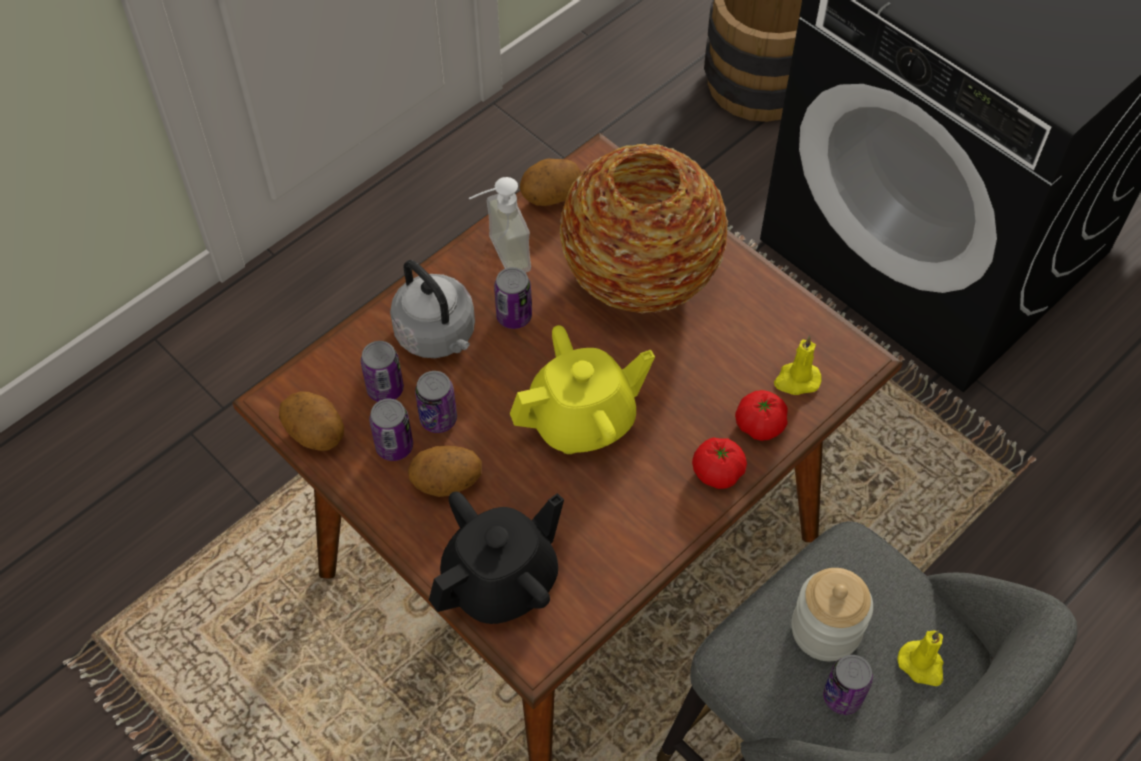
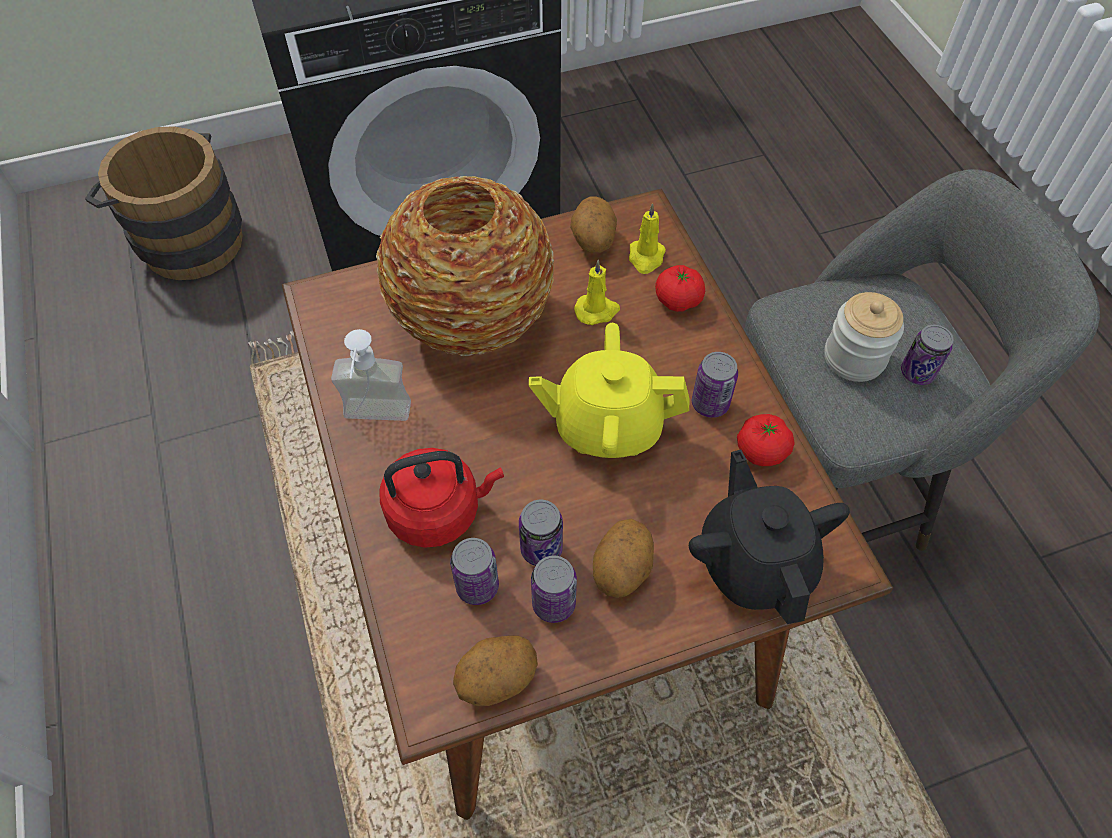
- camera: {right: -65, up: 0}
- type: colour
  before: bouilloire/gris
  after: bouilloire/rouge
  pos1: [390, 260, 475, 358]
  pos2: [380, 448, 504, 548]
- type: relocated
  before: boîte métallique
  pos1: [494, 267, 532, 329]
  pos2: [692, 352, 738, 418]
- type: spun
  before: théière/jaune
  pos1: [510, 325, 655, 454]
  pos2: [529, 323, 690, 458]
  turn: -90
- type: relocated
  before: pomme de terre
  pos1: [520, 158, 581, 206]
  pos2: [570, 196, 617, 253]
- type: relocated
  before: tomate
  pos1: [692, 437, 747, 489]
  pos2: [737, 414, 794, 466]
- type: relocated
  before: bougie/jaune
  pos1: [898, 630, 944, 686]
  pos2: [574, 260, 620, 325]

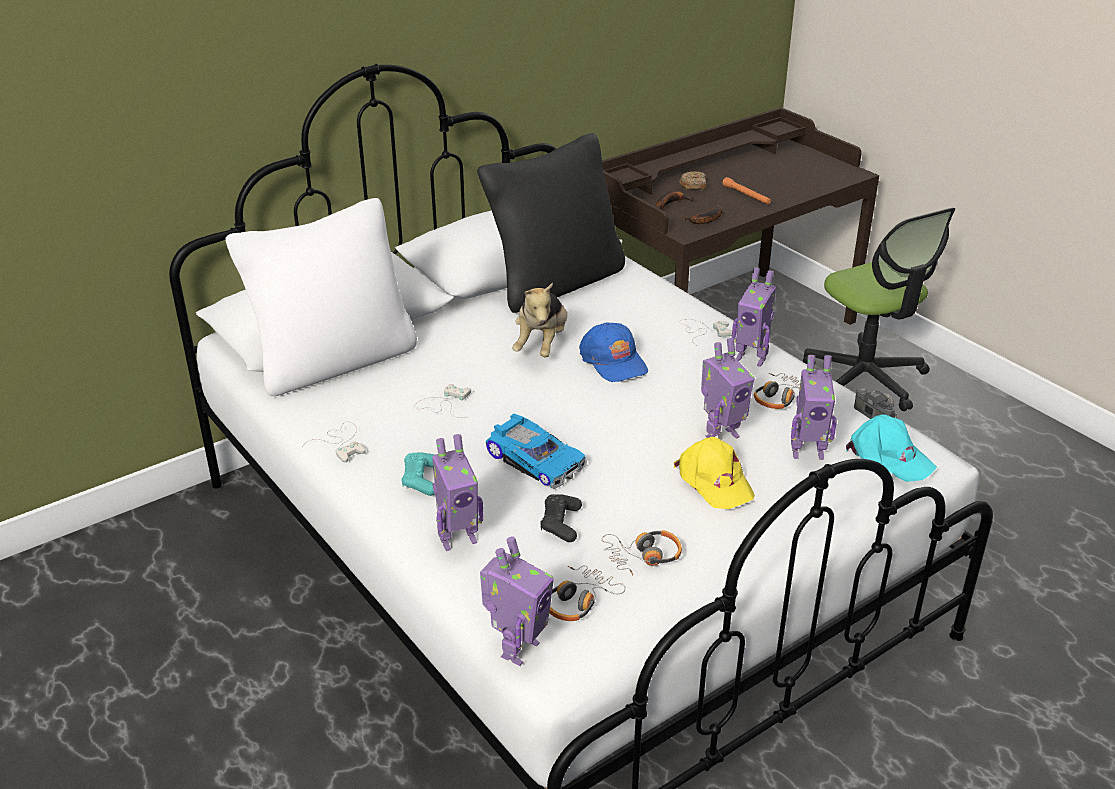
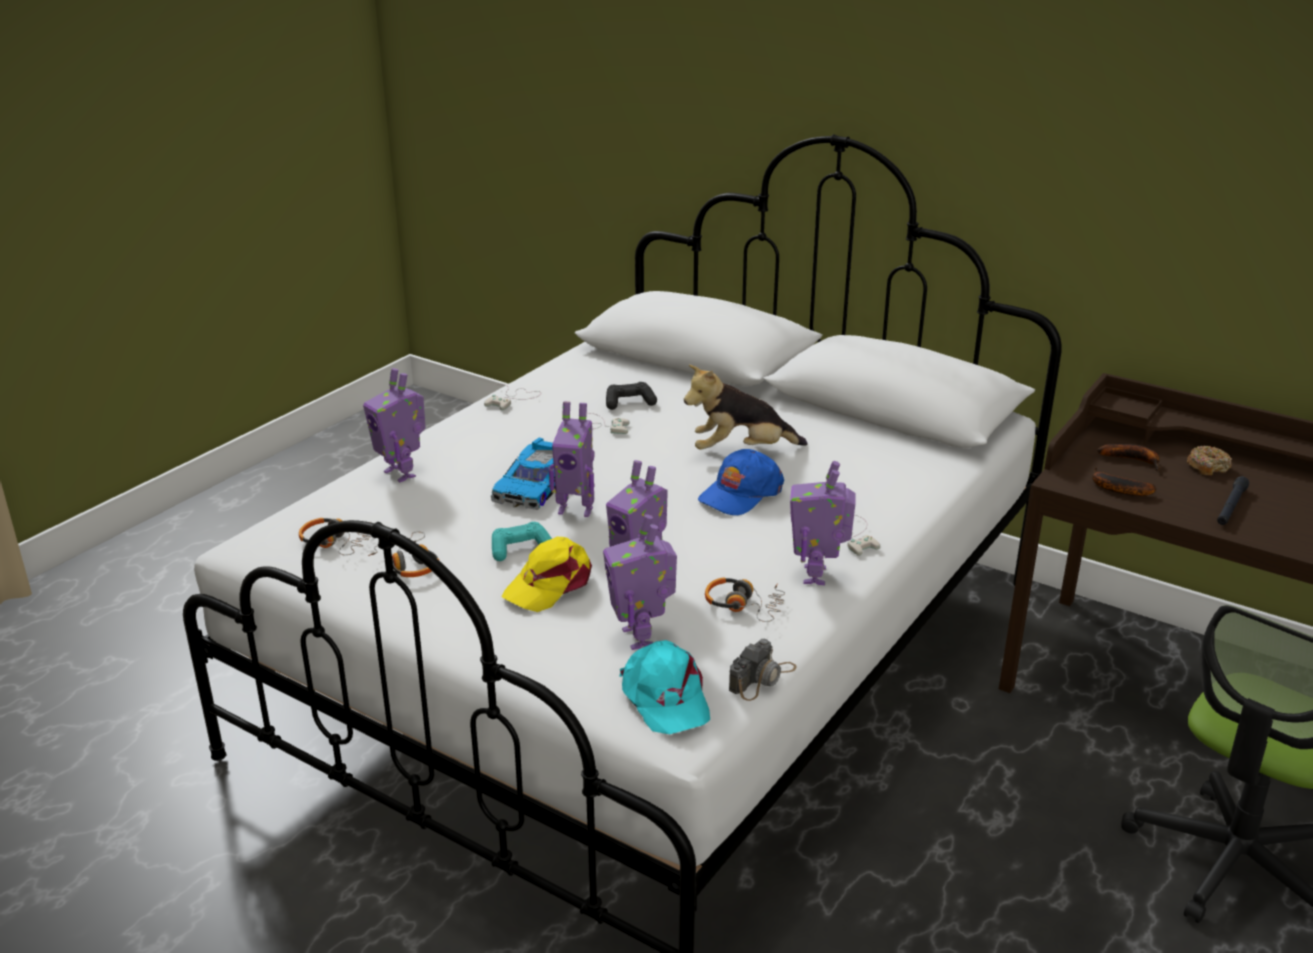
- camera: {right: 70, up: -5}
- type: missing
  before: coussin/blanc
  pos1: [225, 198, 417, 396]
- type: relocated
  before: manette/turquoise
  pos1: [401, 452, 435, 496]
  pos2: [492, 522, 552, 561]
- type: missing
  before: coussin/noir
  pos1: [477, 133, 625, 313]
- type: relocated
  before: robot jouet
  pos1: [480, 536, 554, 666]
  pos2: [549, 401, 595, 517]
- type: relocated
  before: manette/noir
  pos1: [540, 494, 582, 542]
  pos2: [606, 382, 657, 410]
- type: colour
  before: lampe de poche/orange
  after: lampe de poche/noir
  pos1: [723, 177, 771, 205]
  pos2: [1217, 476, 1249, 525]
- type: spun
  before: casquette/turquoise
  pos1: [846, 415, 937, 482]
  pos2: [619, 640, 710, 734]
  turn: -45

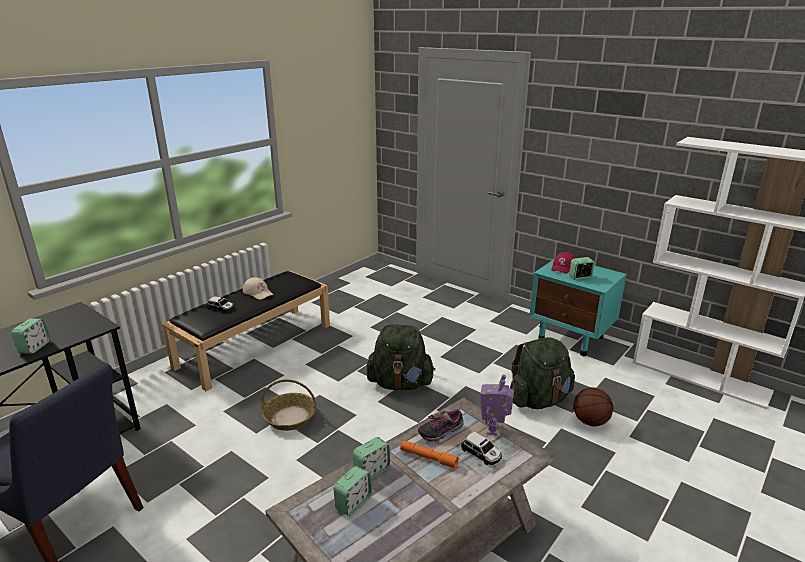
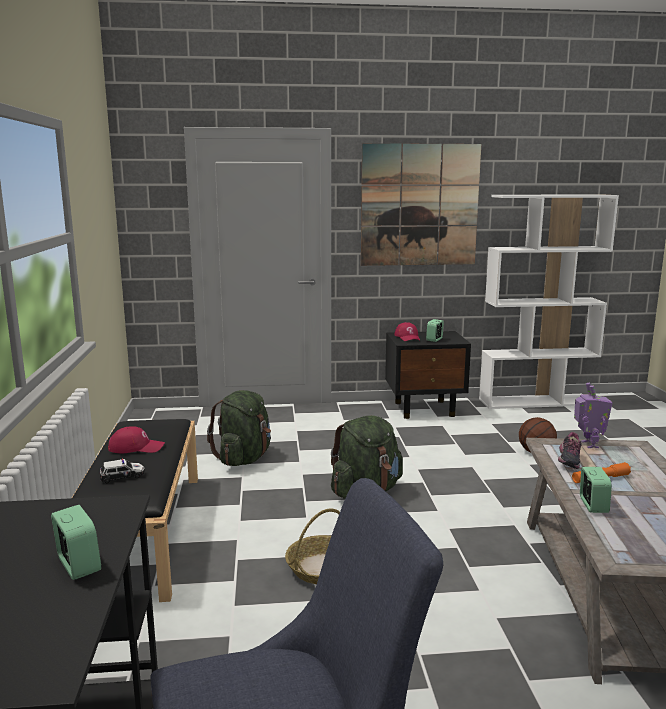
- camera: {right: -45, up: -10}
- type: colour
  before: casquette/beige
  after: casquette/rouge
  pos1: [243, 277, 273, 300]
  pos2: [108, 426, 165, 453]
- type: missing
  before: réveil
  pos1: [333, 466, 372, 516]
- type: missing
  before: petite voiture
  pos1: [461, 432, 502, 465]
- type: spun
  before: robot jouet
  pos1: [480, 374, 514, 436]
  pos2: [574, 383, 612, 448]
  turn: -150
- type: relocated
  before: sac à dos/vert
  pos1: [510, 337, 575, 409]
  pos2: [207, 390, 271, 466]
- type: colour
  before: table de chevet/turquoise
  after: table de chevet/noir
  pos1: [529, 259, 627, 356]
  pos2: [385, 331, 471, 419]
- type: appeared
  after: tableau
  pos2: [361, 143, 481, 266]

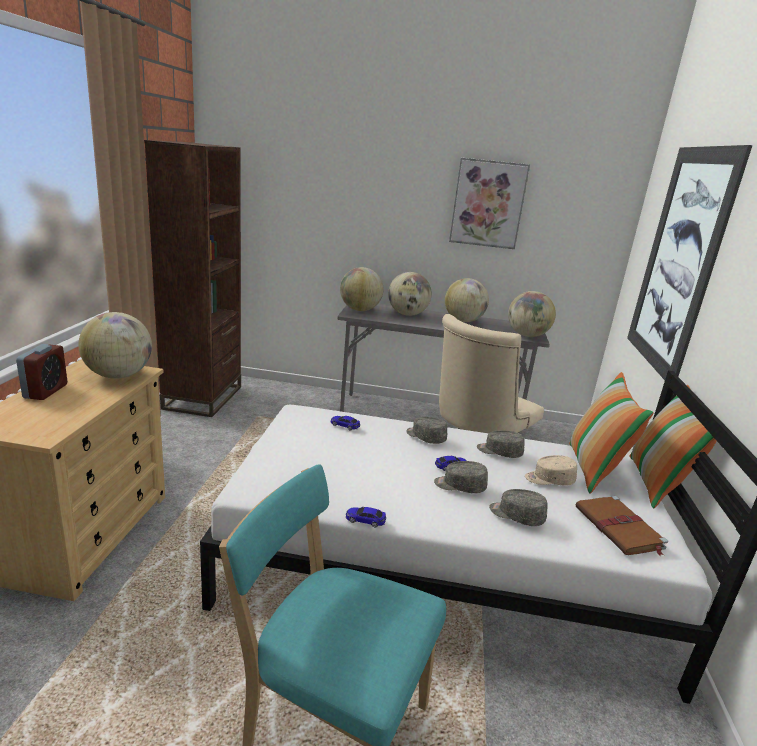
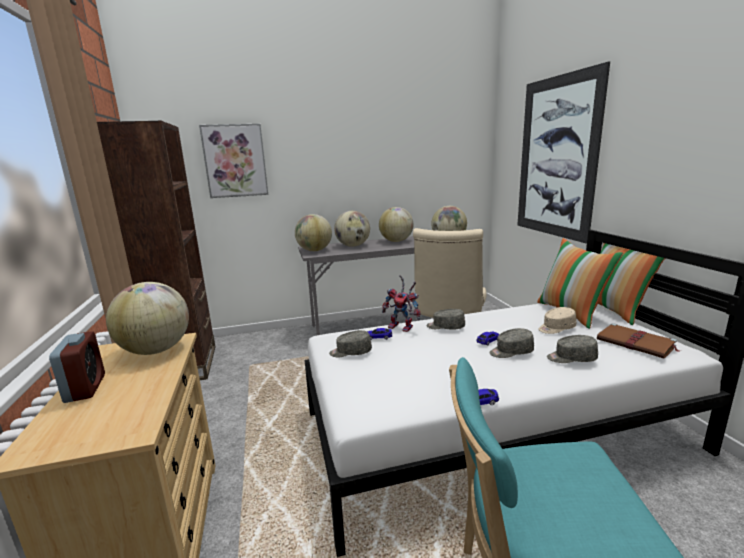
- camera: {right: -20, up: -5}
- type: relocated
  before: tableau
  pos1: [449, 158, 530, 249]
  pos2: [199, 124, 268, 198]
- type: relocated
  before: casquette/gris
  pos1: [477, 430, 524, 458]
  pos2: [329, 330, 372, 357]
- type: appeared
  after: robot jouet
  pos2: [382, 275, 421, 332]

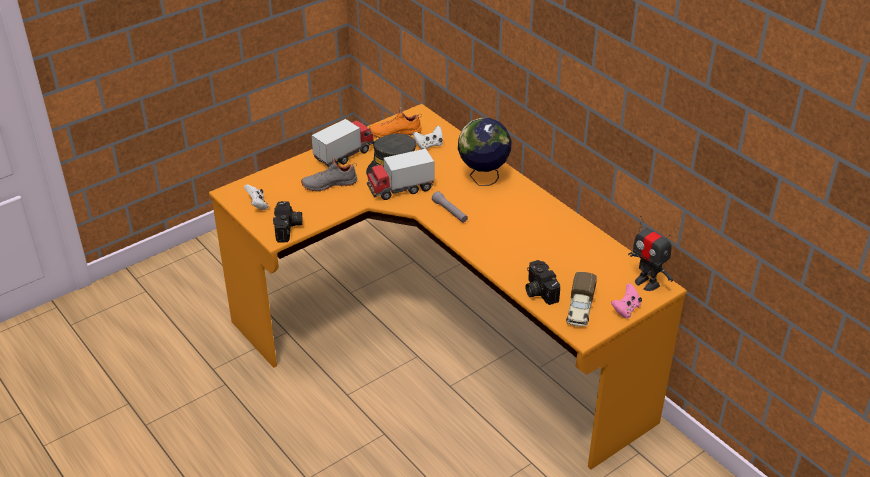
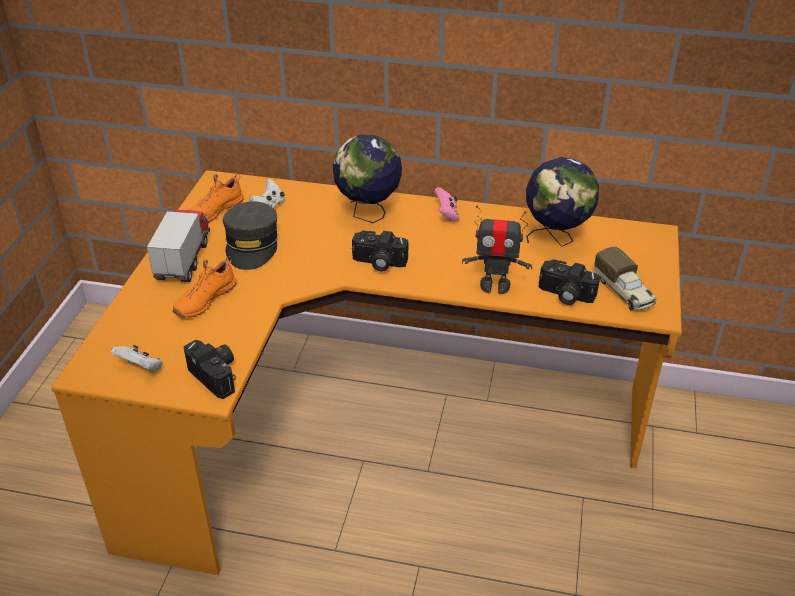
- camera: {right: -40, up: 0}
- type: colour
  before: chaussure/gris
  after: chaussure/orange
  pos1: [301, 158, 357, 192]
  pos2: [173, 256, 237, 318]
- type: missing
  before: camion jouet
  pos1: [367, 149, 434, 200]
- type: exchanged
  before: lampe de poche/gris
  after: appareil photo
  pos1: [432, 191, 468, 223]
  pos2: [352, 231, 409, 272]
- type: relocated
  before: manette/rose
  pos1: [611, 283, 642, 318]
  pos2: [435, 187, 460, 222]
- type: relocated
  before: robot jouet
  pos1: [628, 216, 673, 291]
  pos2: [462, 206, 532, 294]
- type: appeared
  after: globe
  pos2: [526, 157, 599, 247]

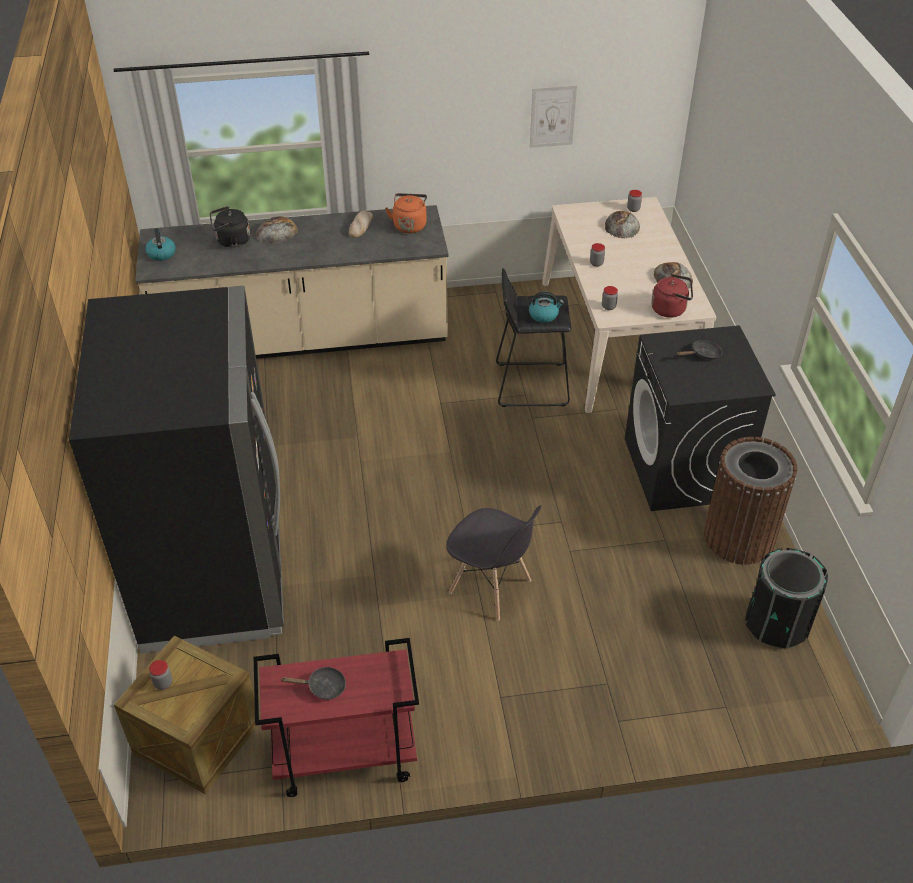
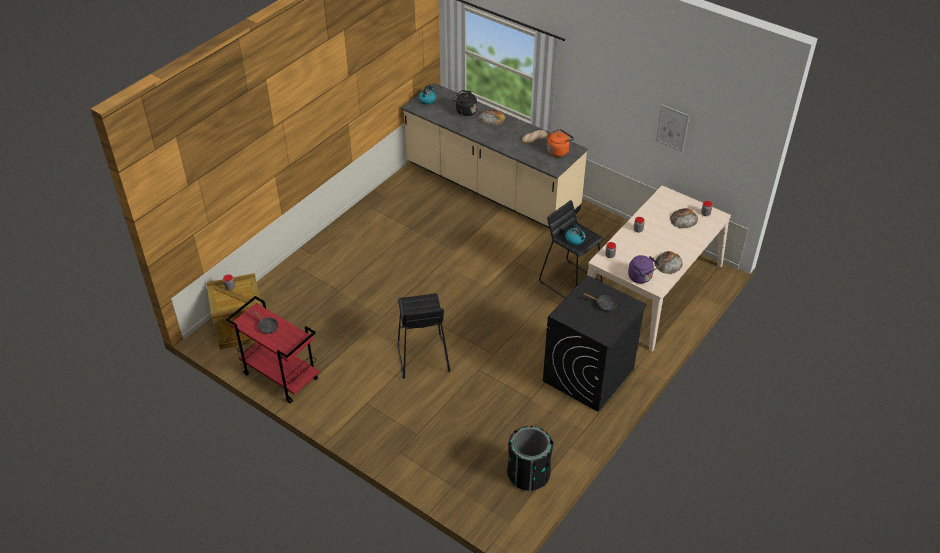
- camera: {right: 45, up: 0}
- type: missing
  before: réfrigérateur/noir
  pos1: [69, 286, 284, 653]
- type: exchanged
  before: chaise/gris
  after: tabouret/noir
  pos1: [447, 505, 542, 621]
  pos2: [397, 293, 450, 378]
- type: colour
  before: bouilloire/rouge
  after: bouilloire/violet
  pos1: [651, 274, 693, 318]
  pos2: [628, 255, 659, 283]
- type: missing
  before: poubelle/marron
  pos1: [704, 437, 797, 565]

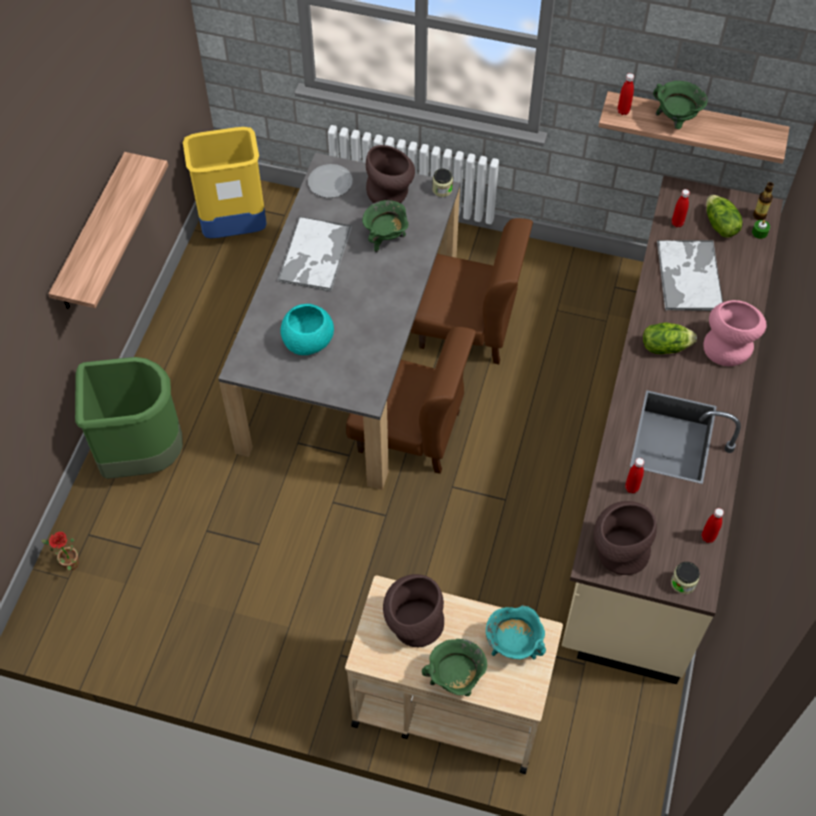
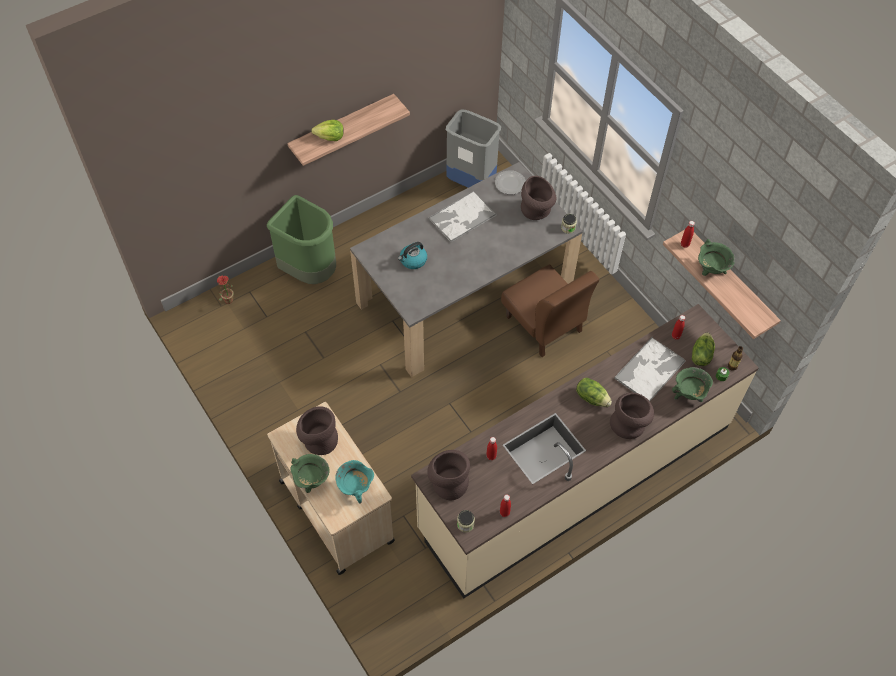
- camera: {right: 40, up: 0}
- type: colour
  before: poubelle/jaune
  after: poubelle/gris
  pos1: [183, 127, 267, 238]
  pos2: [446, 109, 501, 188]
- type: exchanged
  before: bol/turquoise
  after: bouilloire
  pos1: [280, 304, 334, 355]
  pos2: [398, 242, 427, 269]
- type: missing
  before: chaise/marron
  pos1: [346, 327, 476, 474]
- type: relocated
  before: marmite/vert
  pos1: [362, 200, 409, 253]
  pos2: [672, 367, 713, 402]
- type: colour
  before: vase/rose
  after: vase/marron
  pos1: [703, 300, 767, 366]
  pos2: [610, 393, 654, 439]
- type: appeared
  after: laitue
  pos2: [311, 120, 344, 141]

